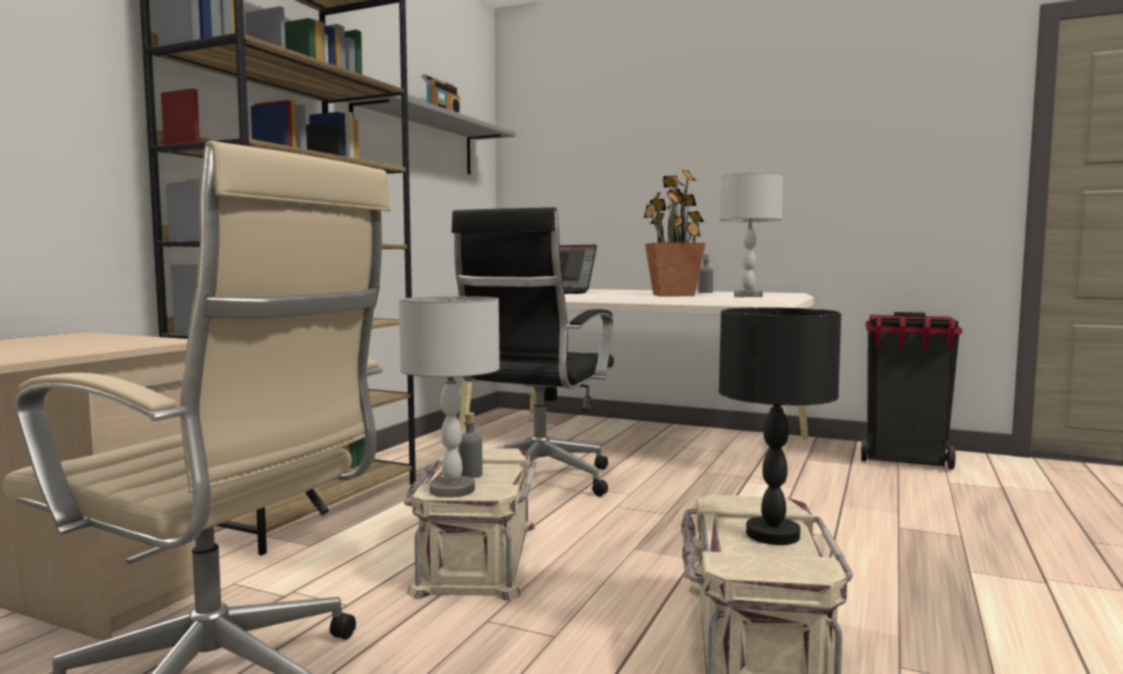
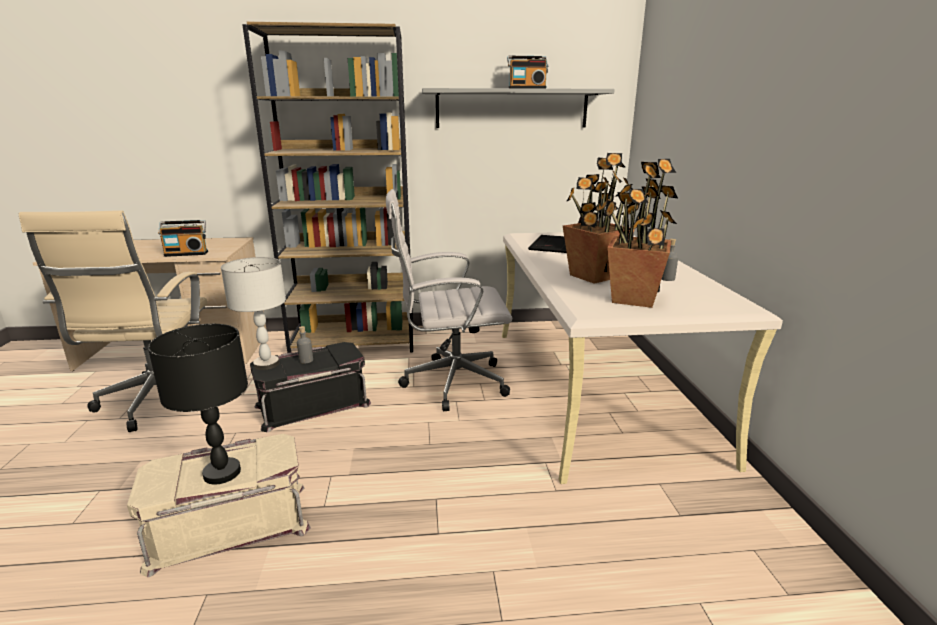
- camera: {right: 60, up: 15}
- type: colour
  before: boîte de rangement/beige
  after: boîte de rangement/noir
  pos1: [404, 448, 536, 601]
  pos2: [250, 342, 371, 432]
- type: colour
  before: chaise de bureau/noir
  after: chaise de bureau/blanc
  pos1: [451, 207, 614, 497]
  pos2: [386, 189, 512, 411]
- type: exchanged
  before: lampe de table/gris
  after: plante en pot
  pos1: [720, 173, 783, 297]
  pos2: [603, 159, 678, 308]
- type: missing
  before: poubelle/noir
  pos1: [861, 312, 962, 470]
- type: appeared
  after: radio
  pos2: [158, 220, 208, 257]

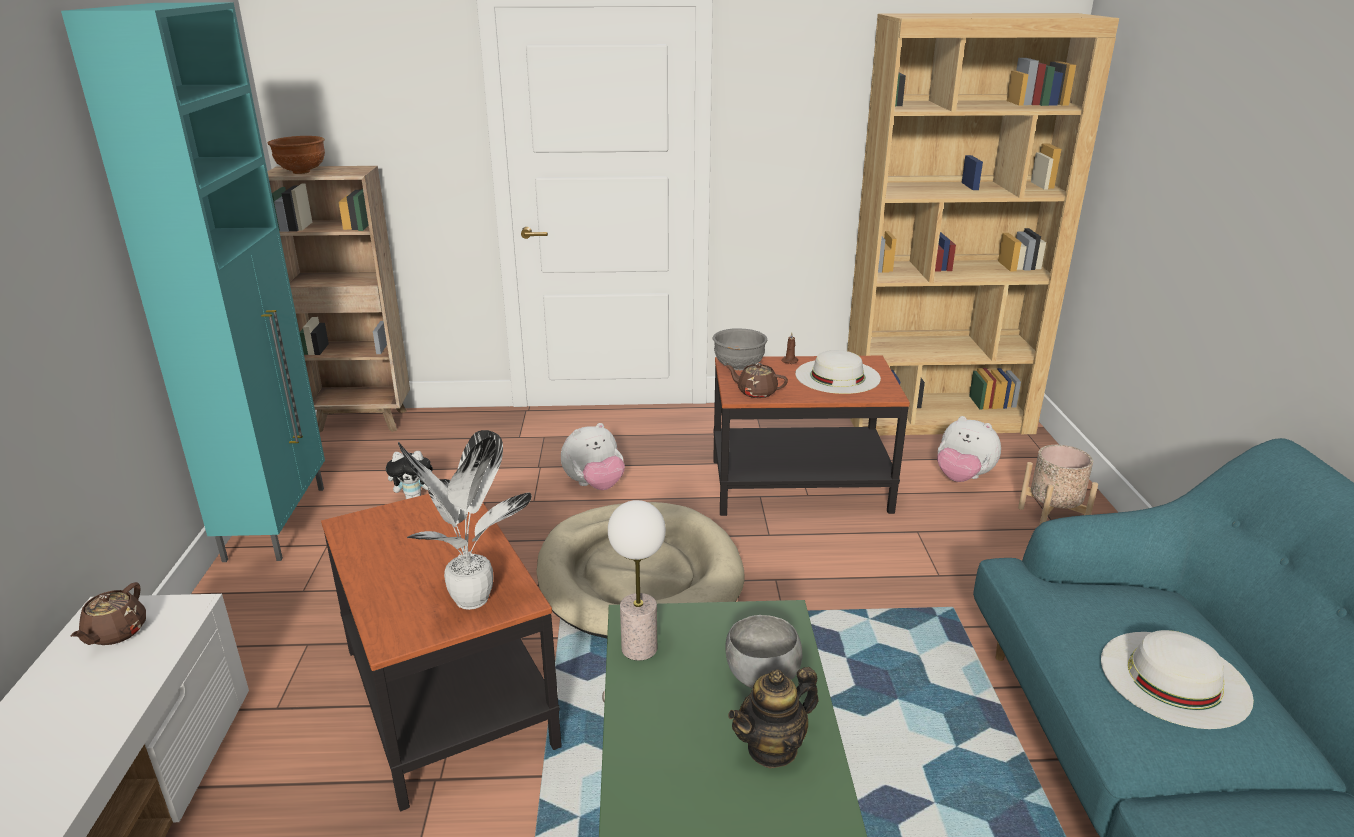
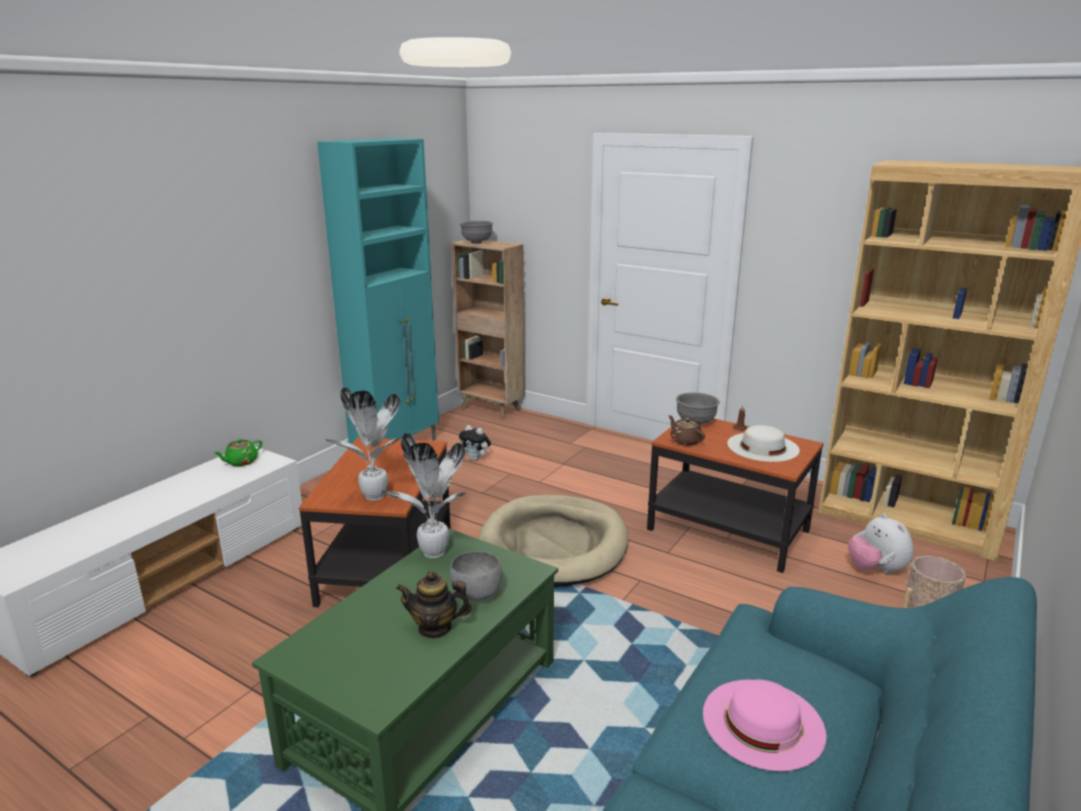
- camera: {right: 35, up: -5}
- type: colour
  before: théière/marron
  after: théière/vert
  pos1: [71, 582, 146, 645]
  pos2: [214, 439, 262, 466]
- type: colour
  before: bol/marron
  after: bol/gris
  pos1: [268, 136, 325, 174]
  pos2: [460, 221, 493, 244]
- type: missing
  before: peluche
  pos1: [561, 423, 625, 490]
- type: exchanged
  before: lampe de table
  after: plante en pot
  pos1: [608, 500, 666, 661]
  pos2: [382, 433, 466, 558]
- type: colour
  before: chapeau/blanc
  after: chapeau/rose
  pos1: [1101, 630, 1254, 729]
  pos2: [703, 680, 826, 771]

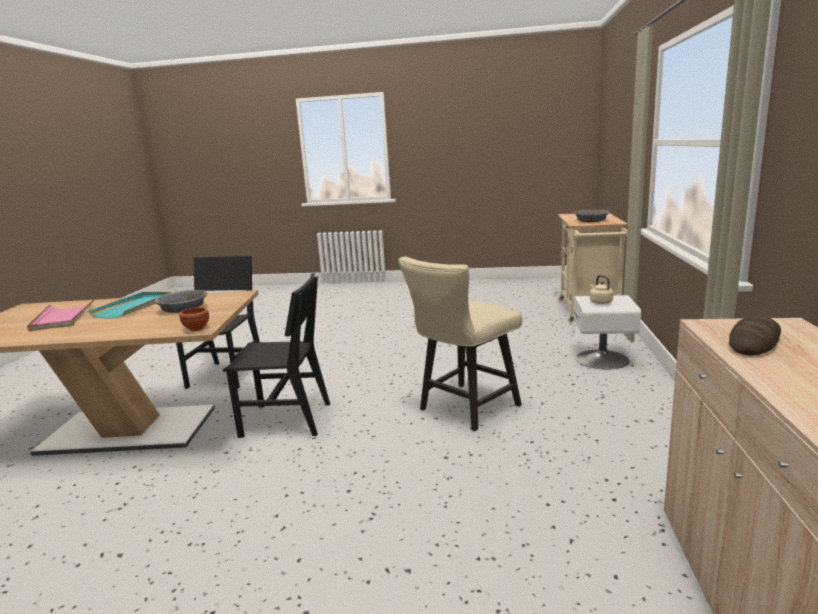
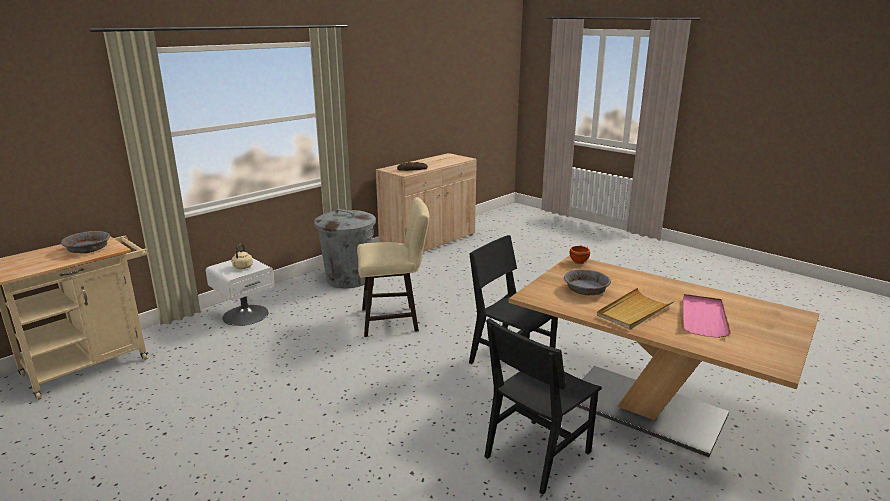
- camera: {right: -145, up: 5}
- type: colour
  before: plateau/turquoise
  after: plateau/beige
  pos1: [88, 292, 171, 319]
  pos2: [597, 288, 674, 330]
- type: appeared
  after: poubelle/gris
  pos2: [314, 209, 376, 288]

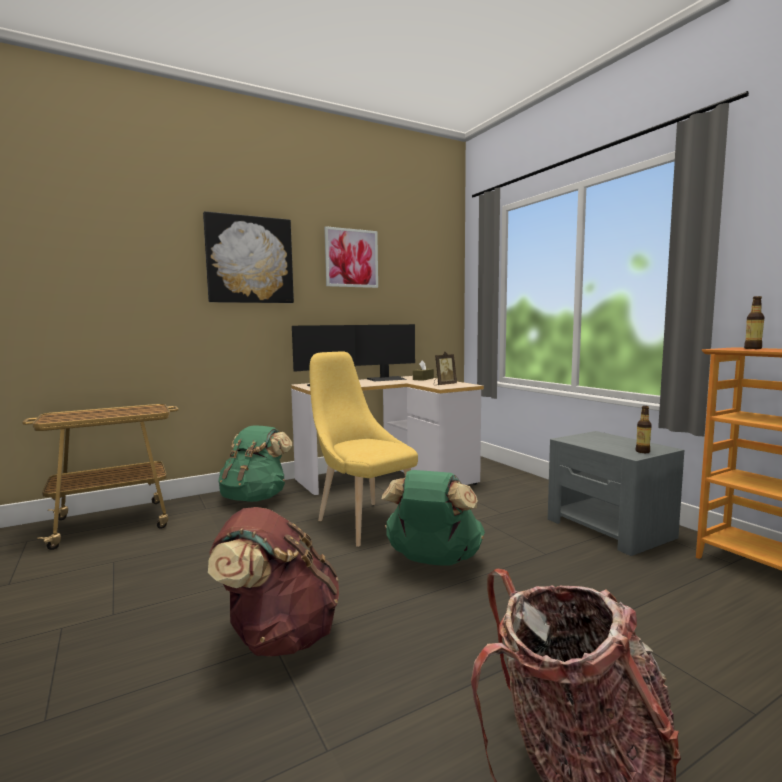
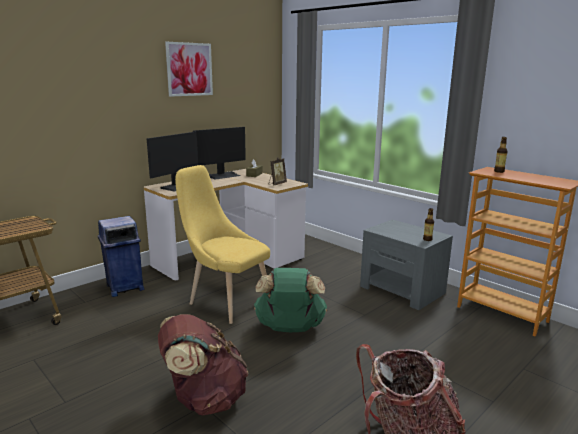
- camera: {right: -15, up: 10}
- type: missing
  before: tableau
  pos1: [203, 211, 294, 303]
- type: exchanged
  before: sac à dos/vert
  after: poubelle/bleu
  pos1: [218, 425, 292, 502]
  pos2: [98, 216, 144, 297]

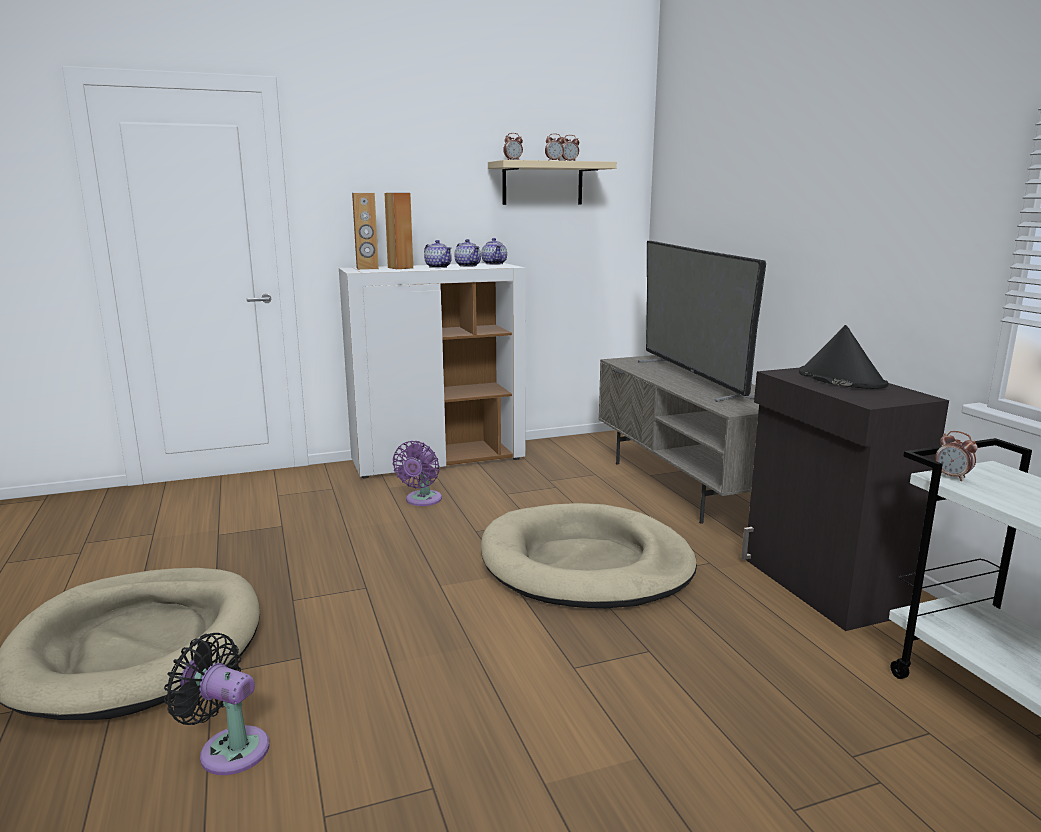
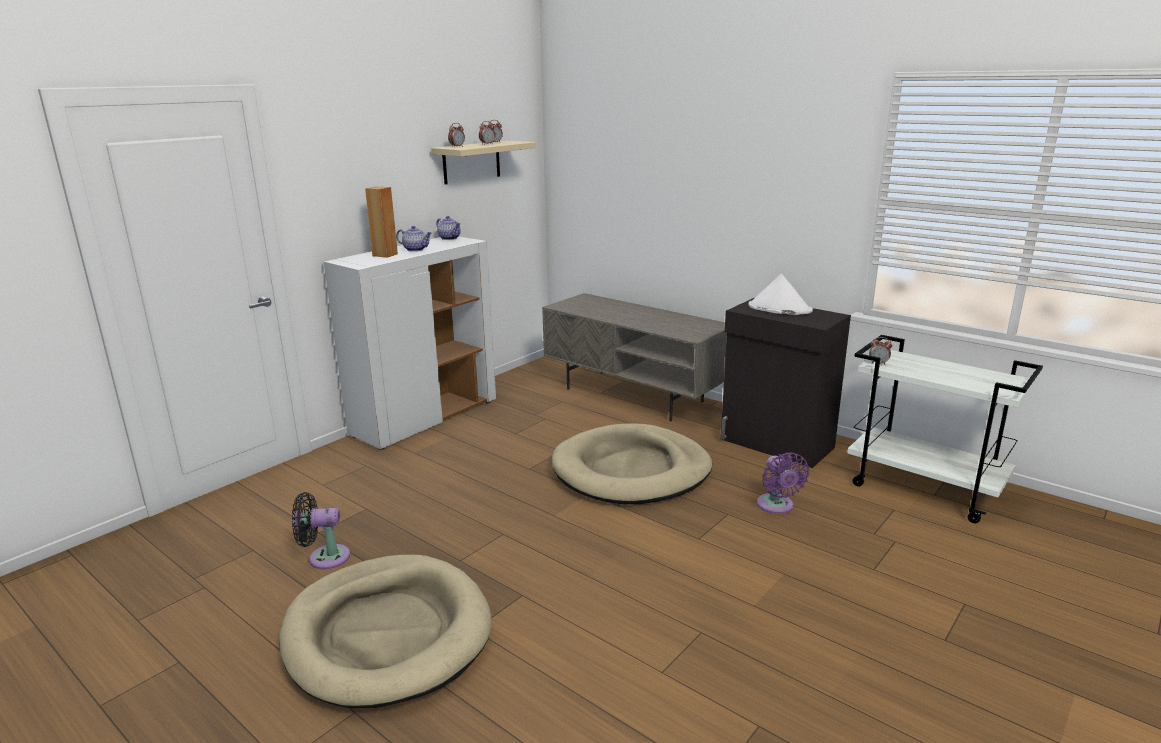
- camera: {right: -30, up: 5}
- type: relocated
  before: ventilateur/noir
  pos1: [164, 633, 269, 775]
  pos2: [292, 492, 350, 569]
- type: missing
  before: enceinte/marron
  pos1: [352, 193, 379, 270]
- type: relocated
  before: ventilateur/violet
  pos1: [392, 441, 442, 506]
  pos2: [757, 452, 809, 514]
- type: missing
  before: théière
  pos1: [454, 239, 481, 267]
- type: missing
  before: téléviseur
  pos1: [638, 241, 766, 402]
- type: colour
  before: chapeau/noir
  after: chapeau/blanc
  pos1: [799, 325, 888, 389]
  pos2: [749, 274, 813, 315]

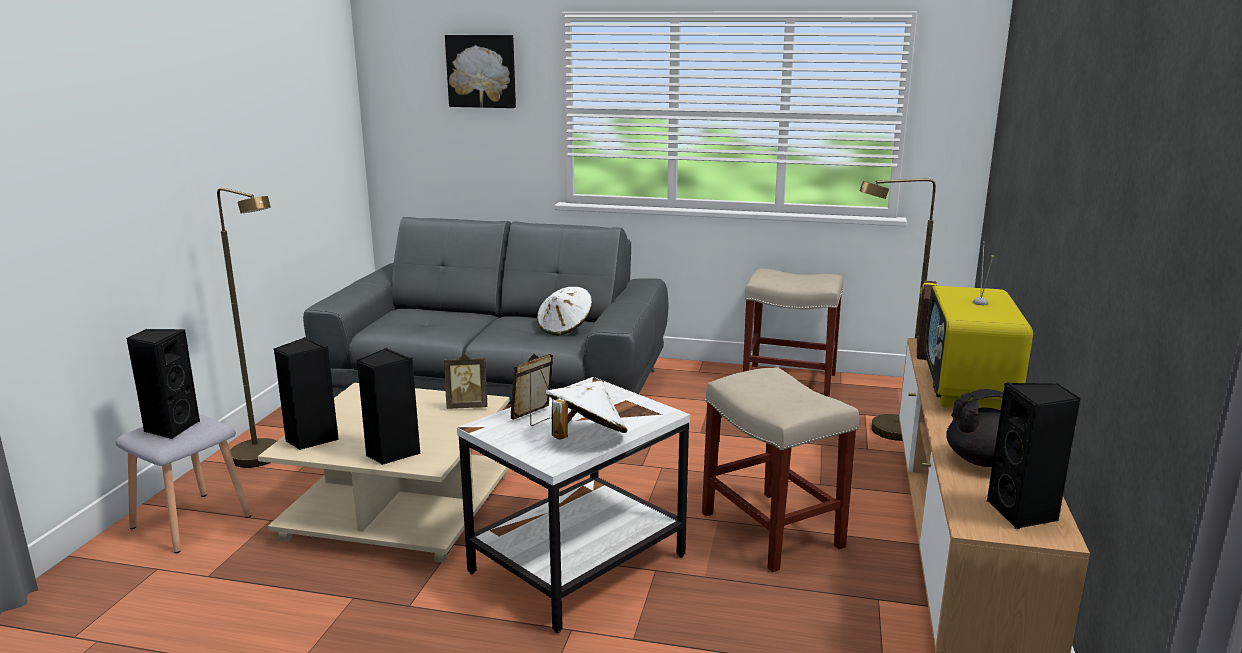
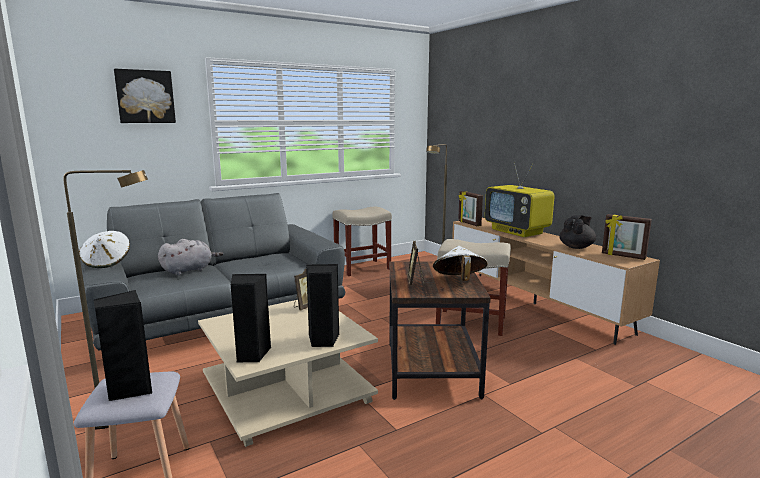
- camera: {right: -45, up: -5}
- type: colour
  before: table d'appoint/blanc
  after: table d'appoint/marron
  pos1: [457, 377, 690, 633]
  pos2: [389, 261, 491, 400]
- type: relocated
  before: chapeau/blanc
  pos1: [537, 287, 592, 335]
  pos2: [79, 231, 130, 268]
- type: exchanged
  before: enceinte/noir
  after: cadre photo
  pos1: [987, 382, 1080, 529]
  pos2: [602, 214, 652, 260]
- type: appeared
  after: peluche/gris
  pos2: [158, 239, 223, 275]

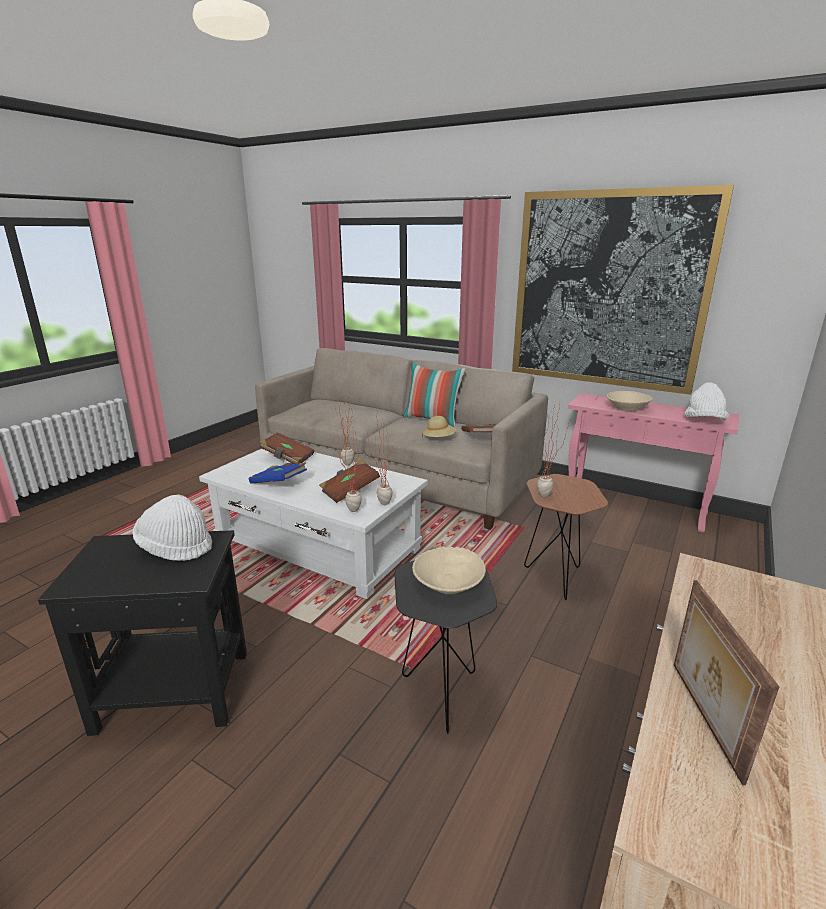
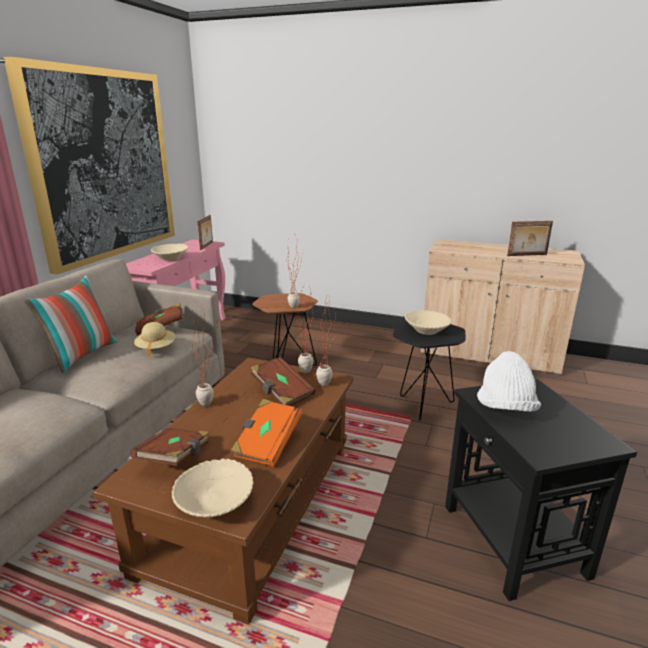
- camera: {right: -100, up: 0}
- type: colour
  before: table basse/blanc
  after: table basse/marron
  pos1: [199, 449, 428, 599]
  pos2: [93, 358, 354, 625]
- type: colour
  before: livre/bleu
  after: livre/orange
  pos1: [249, 462, 307, 483]
  pos2: [230, 399, 302, 467]
- type: exchanged
  before: chapeau/blanc
  after: cadre photo
  pos1: [684, 383, 730, 420]
  pos2: [197, 215, 213, 250]
- type: appeared
  after: bol/beige
  pos2: [172, 458, 253, 517]

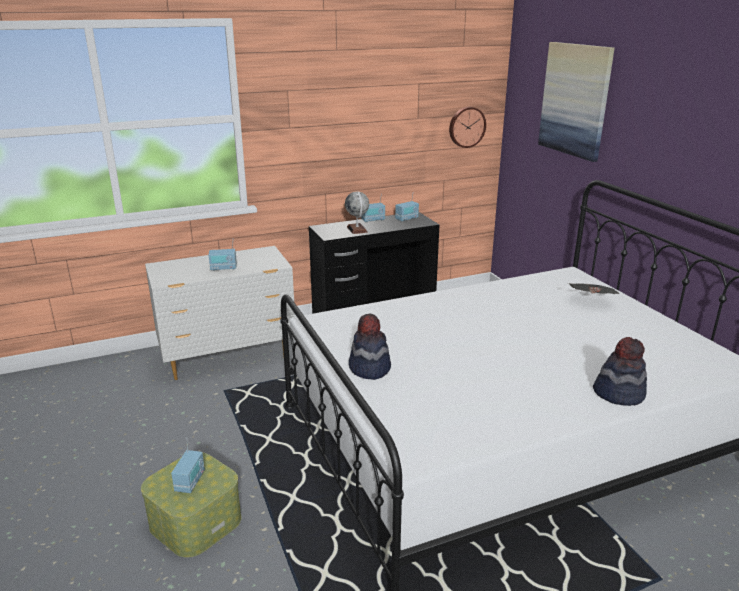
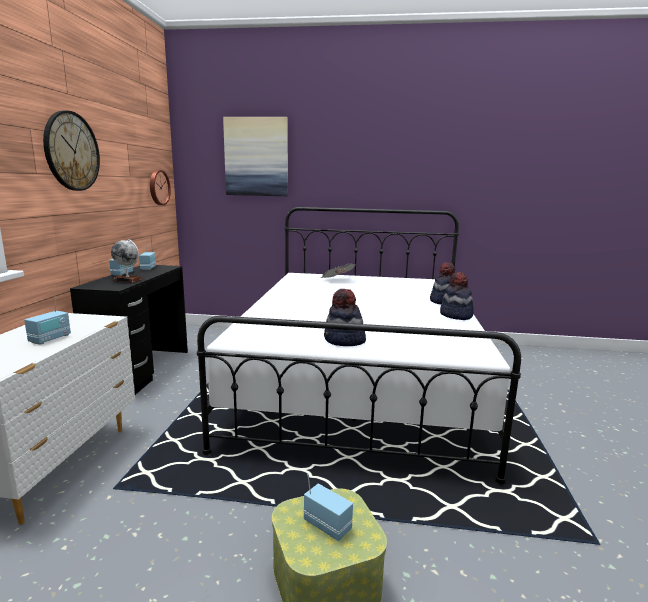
- camera: {right: -60, up: -10}
- type: appeared
  after: horloge murale
  pos2: [43, 110, 100, 191]
- type: appeared
  after: chapeau
  pos2: [440, 272, 473, 320]

